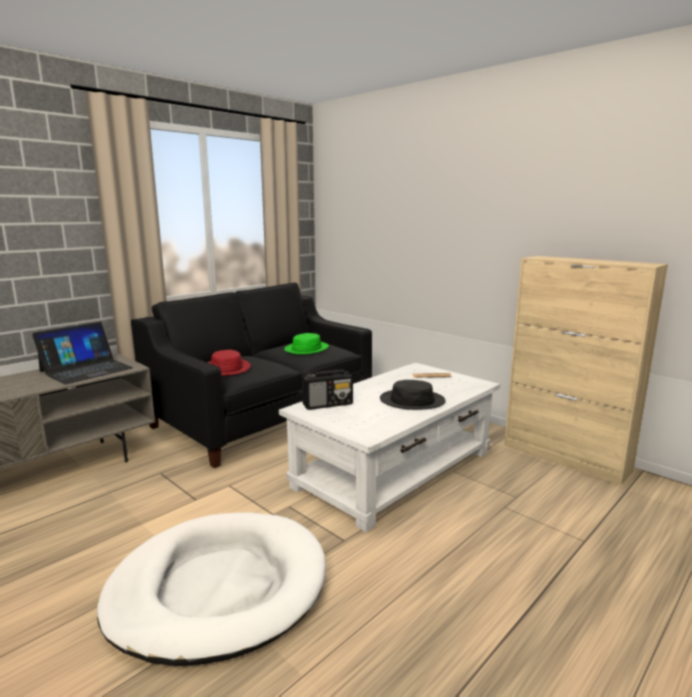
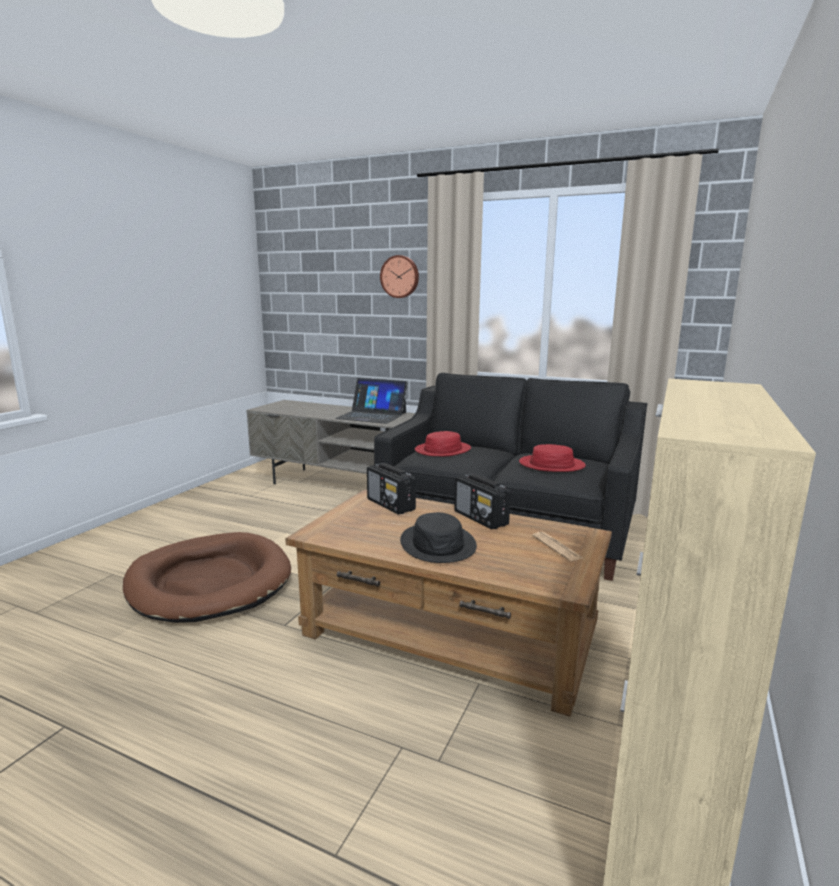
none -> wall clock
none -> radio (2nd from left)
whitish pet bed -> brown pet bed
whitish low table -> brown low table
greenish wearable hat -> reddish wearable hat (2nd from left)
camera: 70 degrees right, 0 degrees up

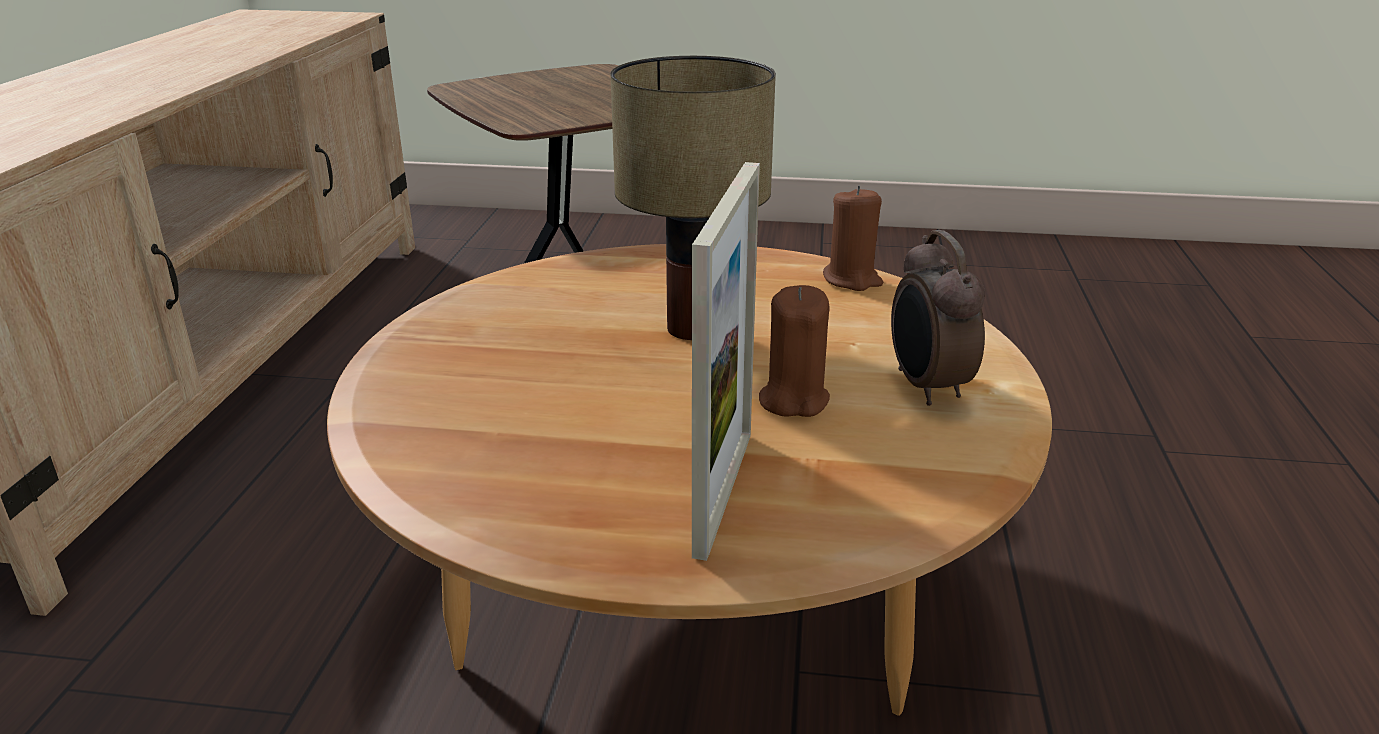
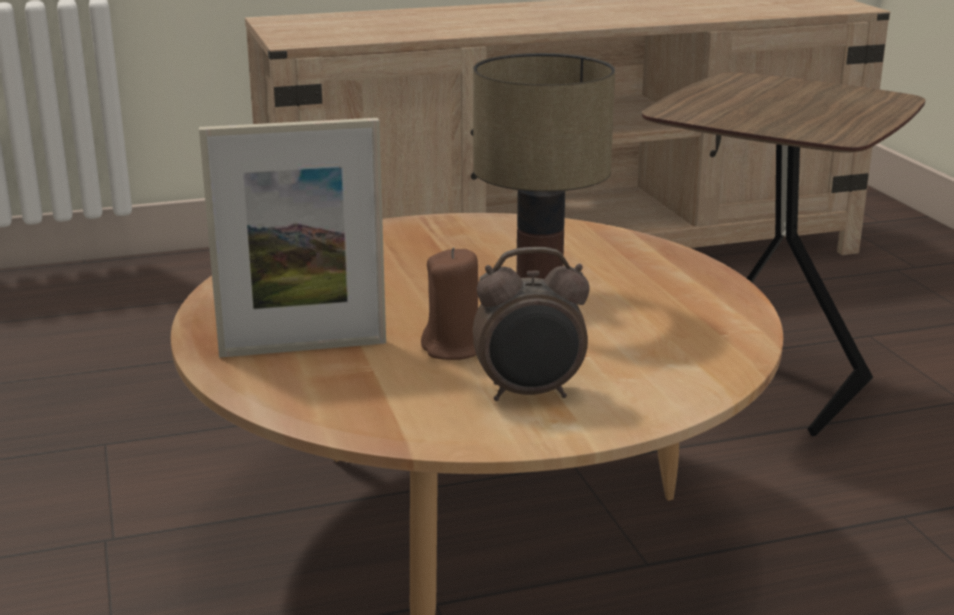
brown wax light (2nd from left) -> none
table clock, 150 degrees counterclockwise
camera: 65 degrees right, 5 degrees down

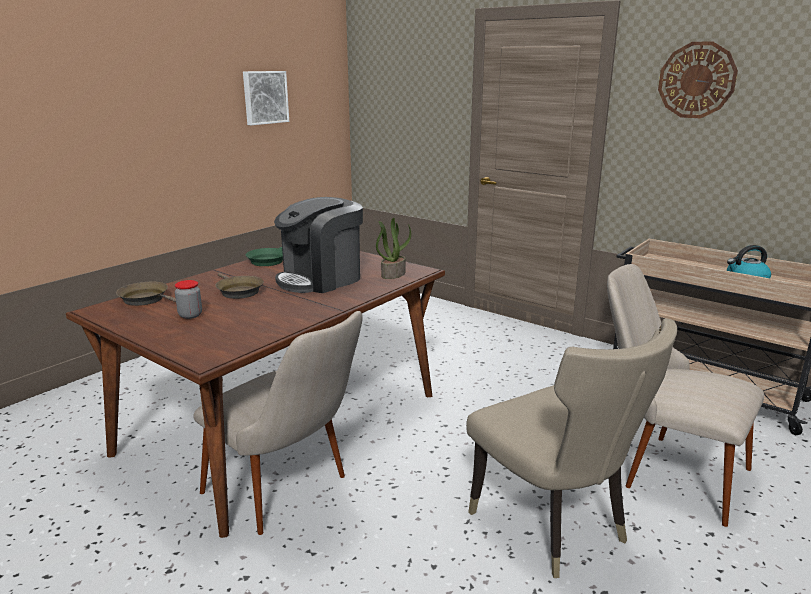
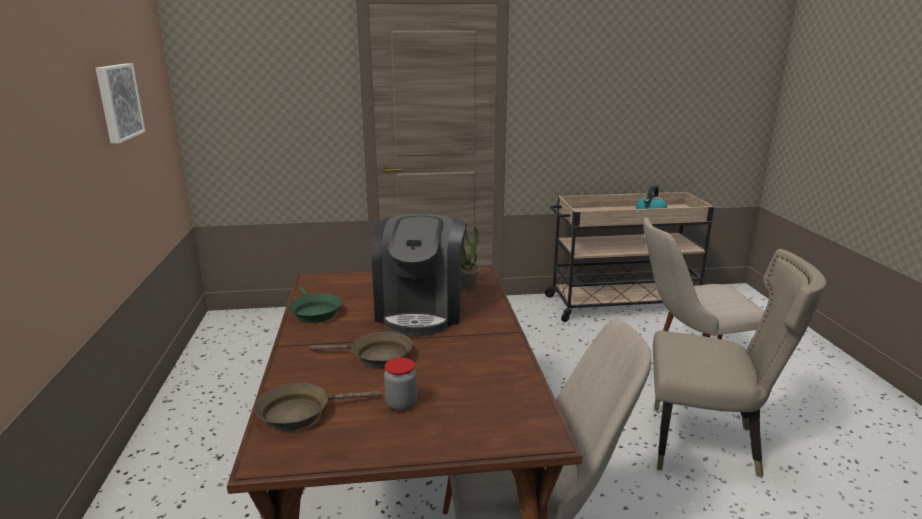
wall clock -> none
camera: 45 degrees left, 0 degrees up

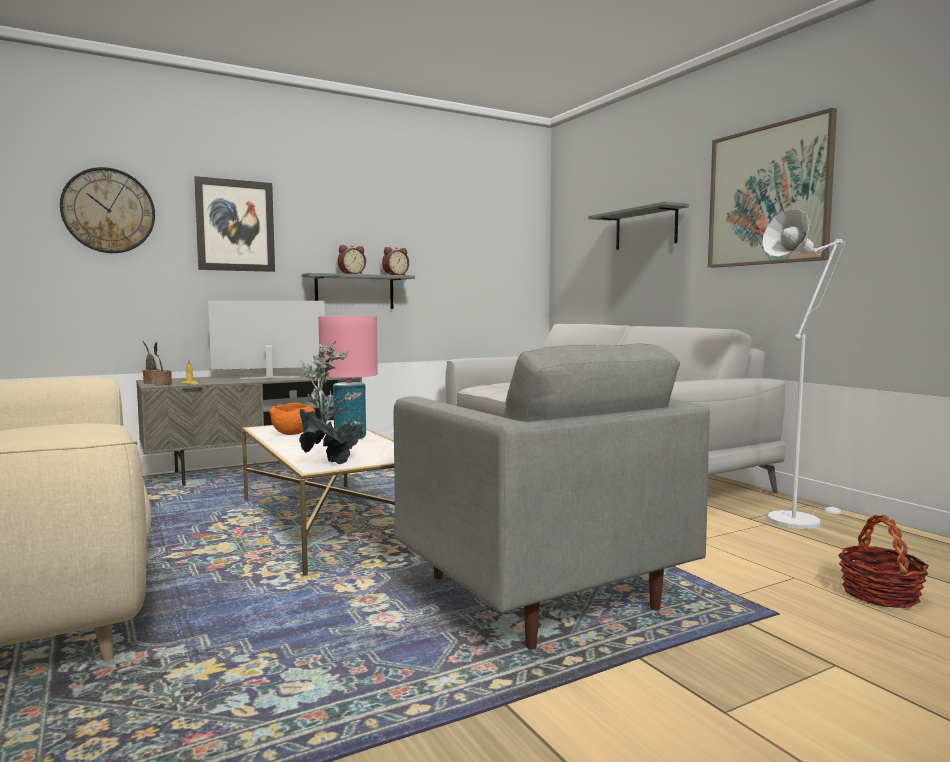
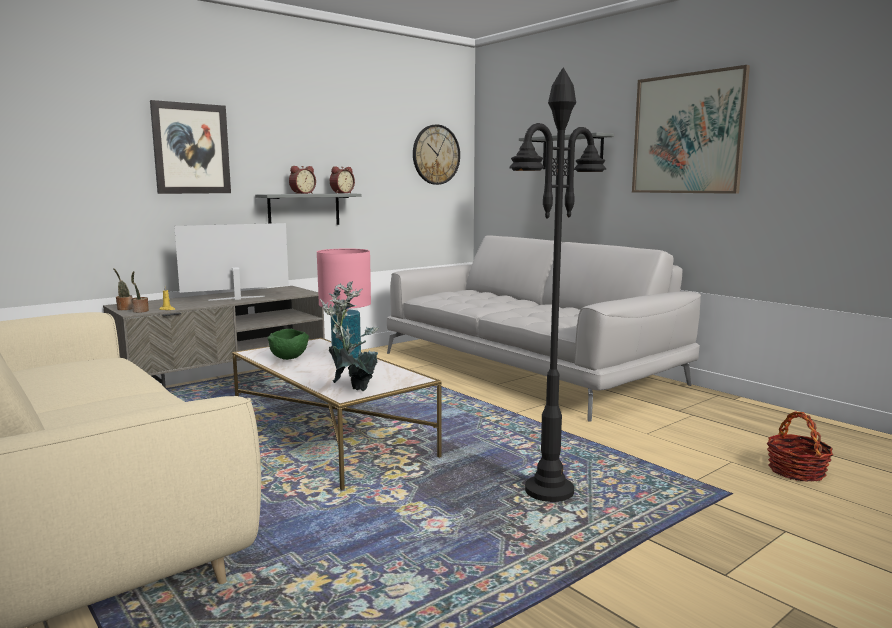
whitish floor lamp -> none
wall clock, moved
greyish lounge chair -> black-coloured floor lamp
orange-coloured bowl -> greenish bowl
camera: 10 degrees left, 5 degrees up

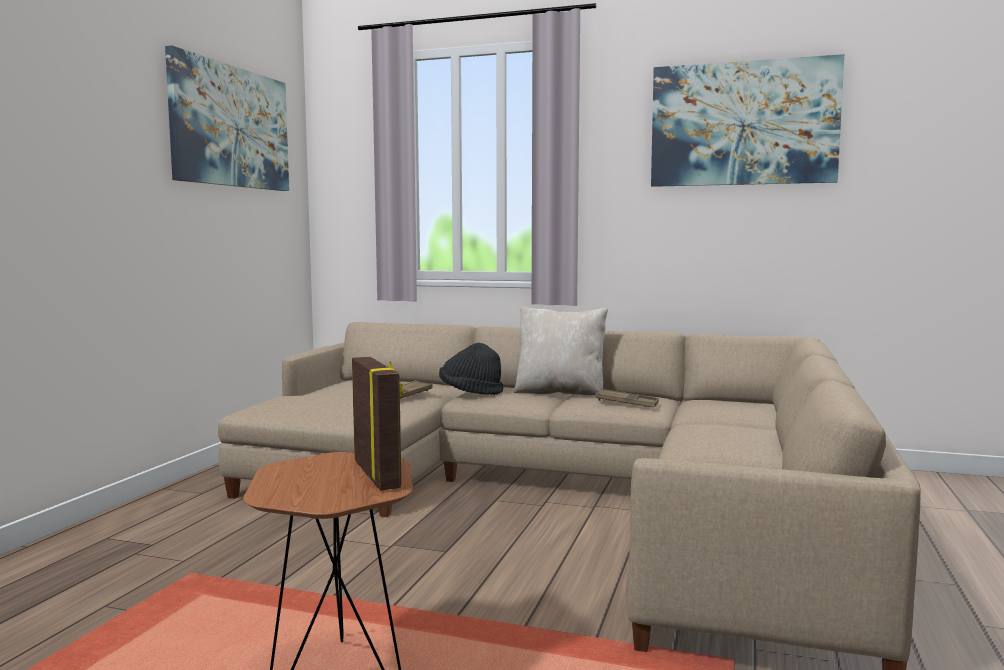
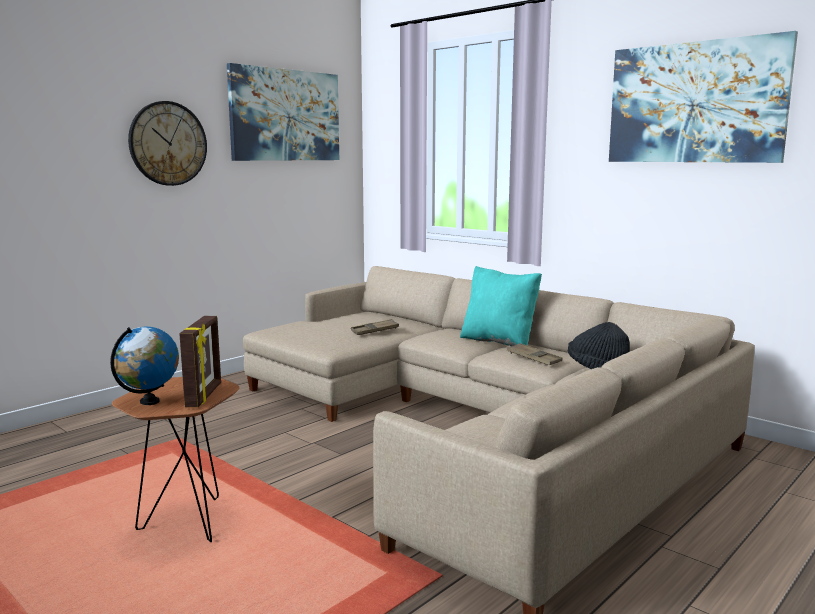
none -> world globe
none -> wall clock
black-coloured wearable hat, moved
sand-coloured throw pillow -> turquoise throw pillow
camera: 25 degrees right, 5 degrees up

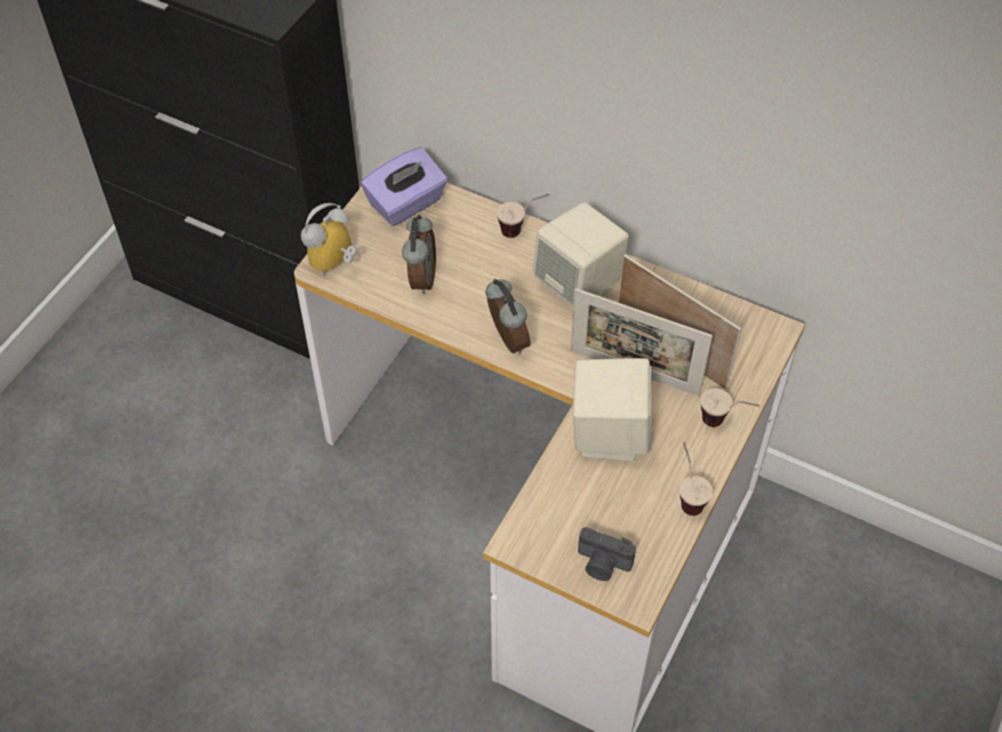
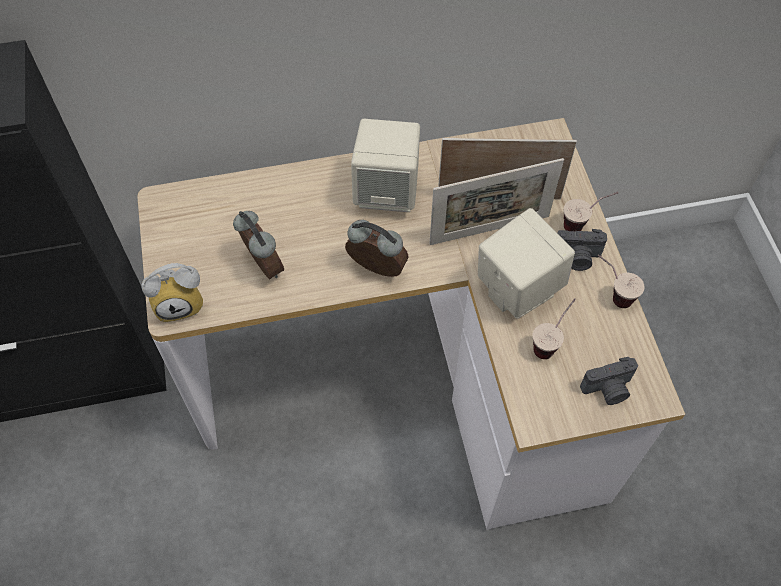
purplish box of tissues -> none
none -> photo camera (1st from left)
drinking cup (1st from left), moved
table clock (1st from left), 105 degrees counterclockwise
camera: 40 degrees left, 5 degrees up

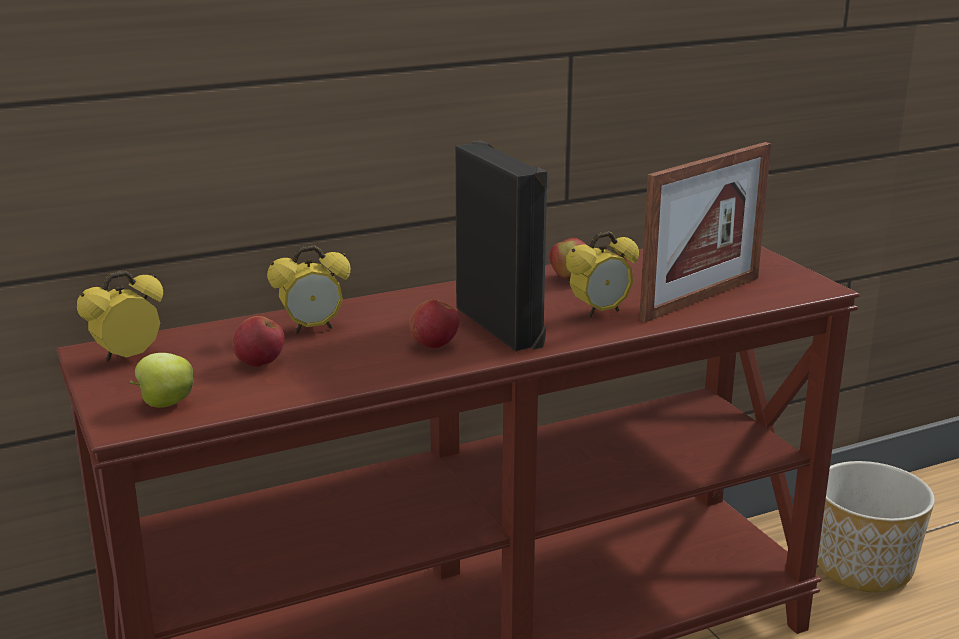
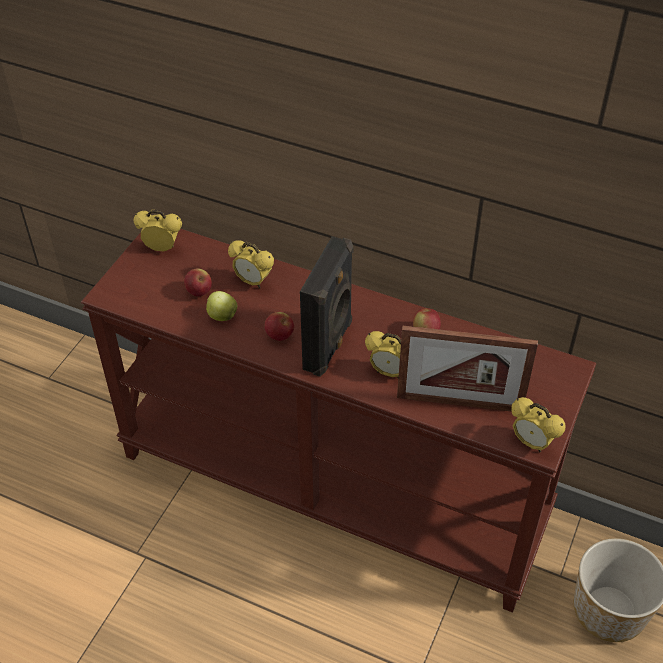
none -> table clock (4th from left)
apple fruit (1st from left in the first image) -> apple fruit (2nd from left), moved
camera: 50 degrees right, 25 degrees up

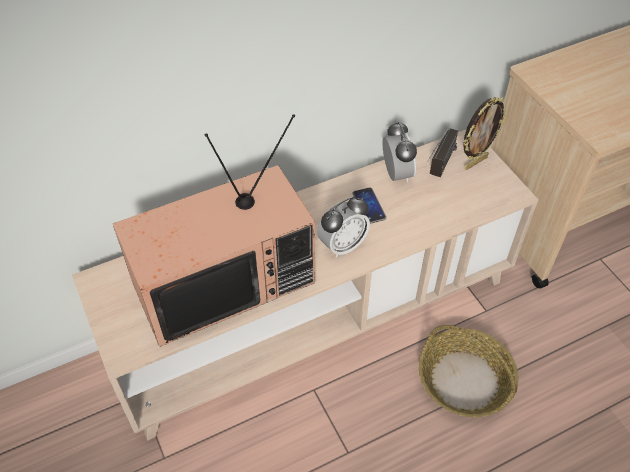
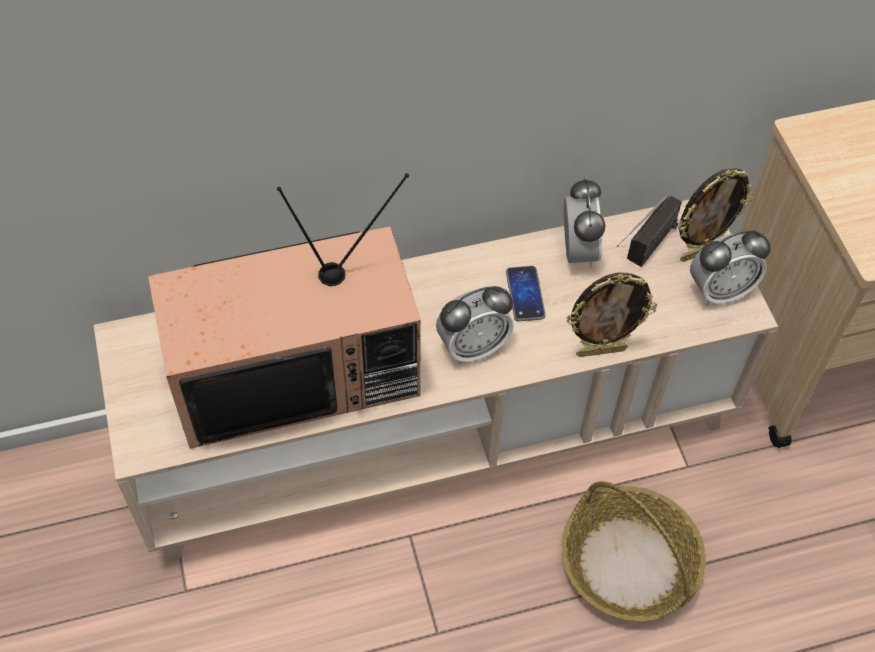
none -> standing frame (1st from left)
none -> table clock (3rd from left)
camera: 10 degrees right, 5 degrees up

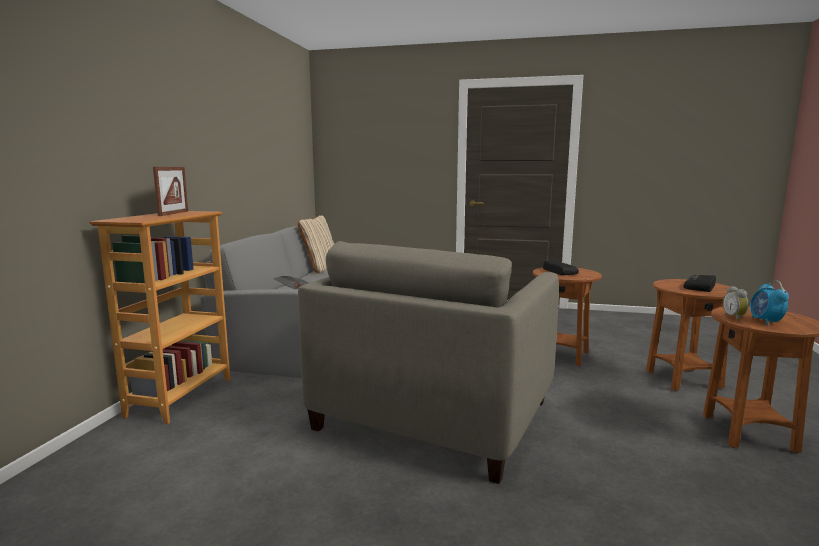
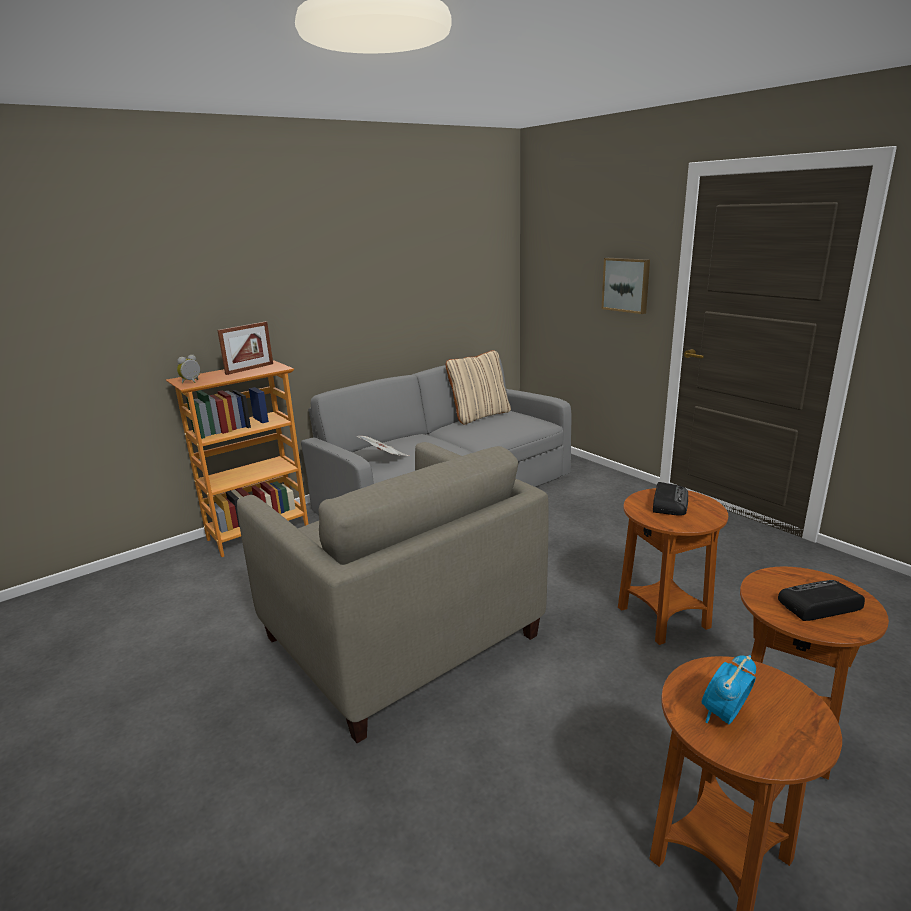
none -> picture
table clock (1st from left), moved
sand-coloured lounge chair, 105 degrees counterclockwise
camera: 40 degrees right, 10 degrees up

